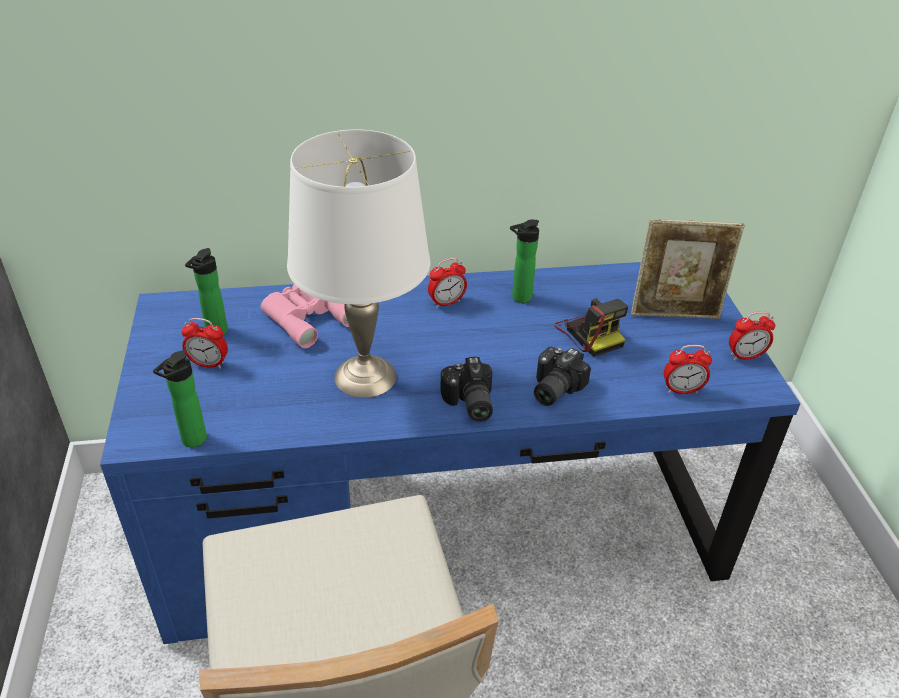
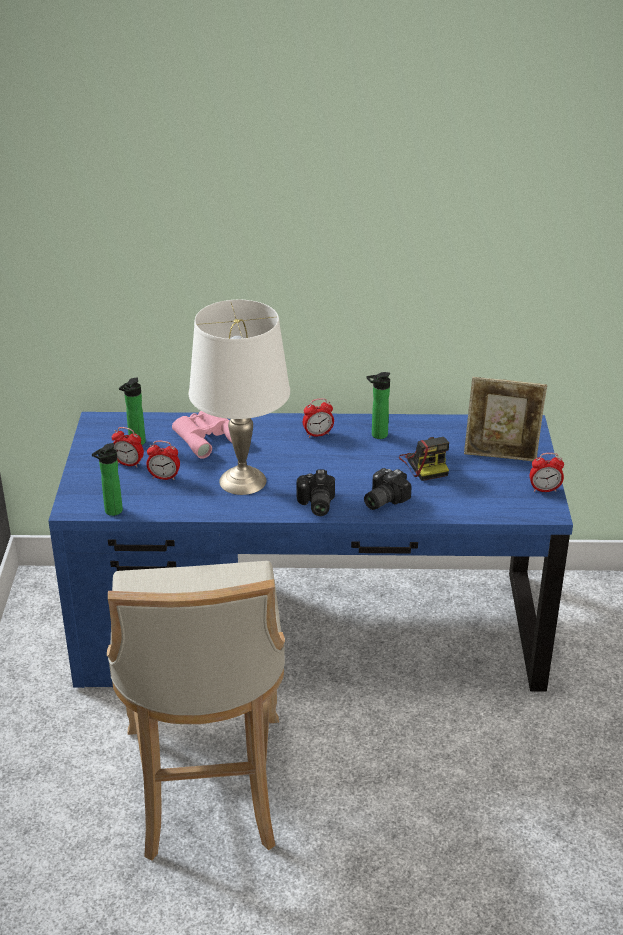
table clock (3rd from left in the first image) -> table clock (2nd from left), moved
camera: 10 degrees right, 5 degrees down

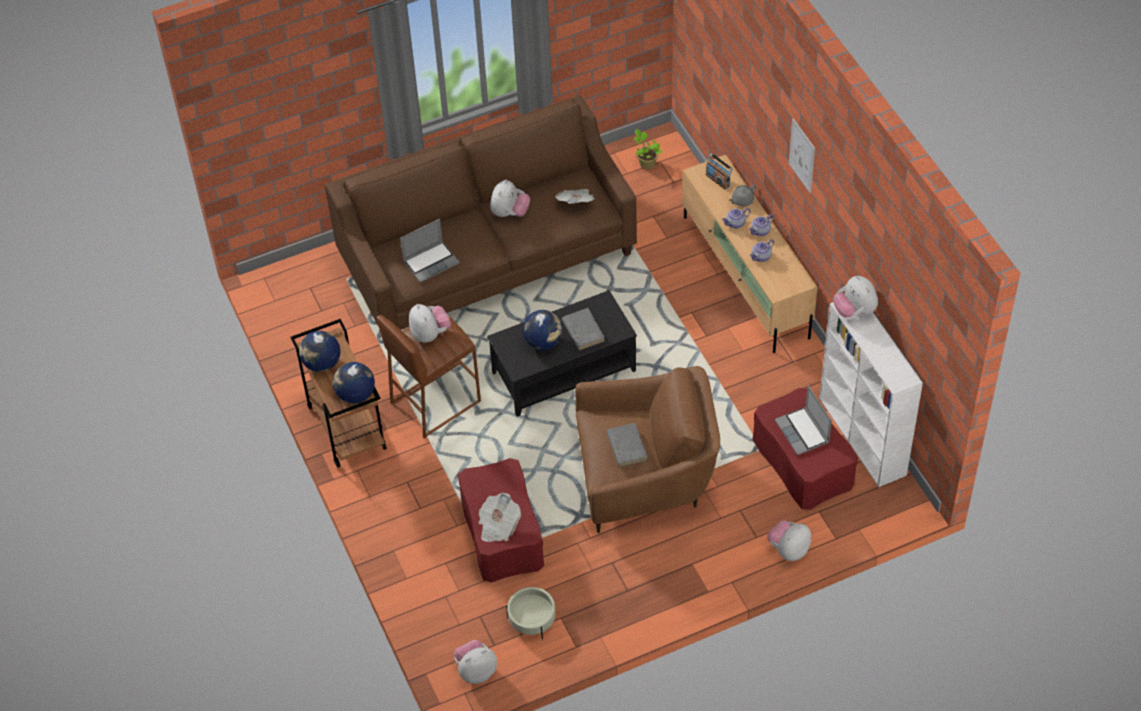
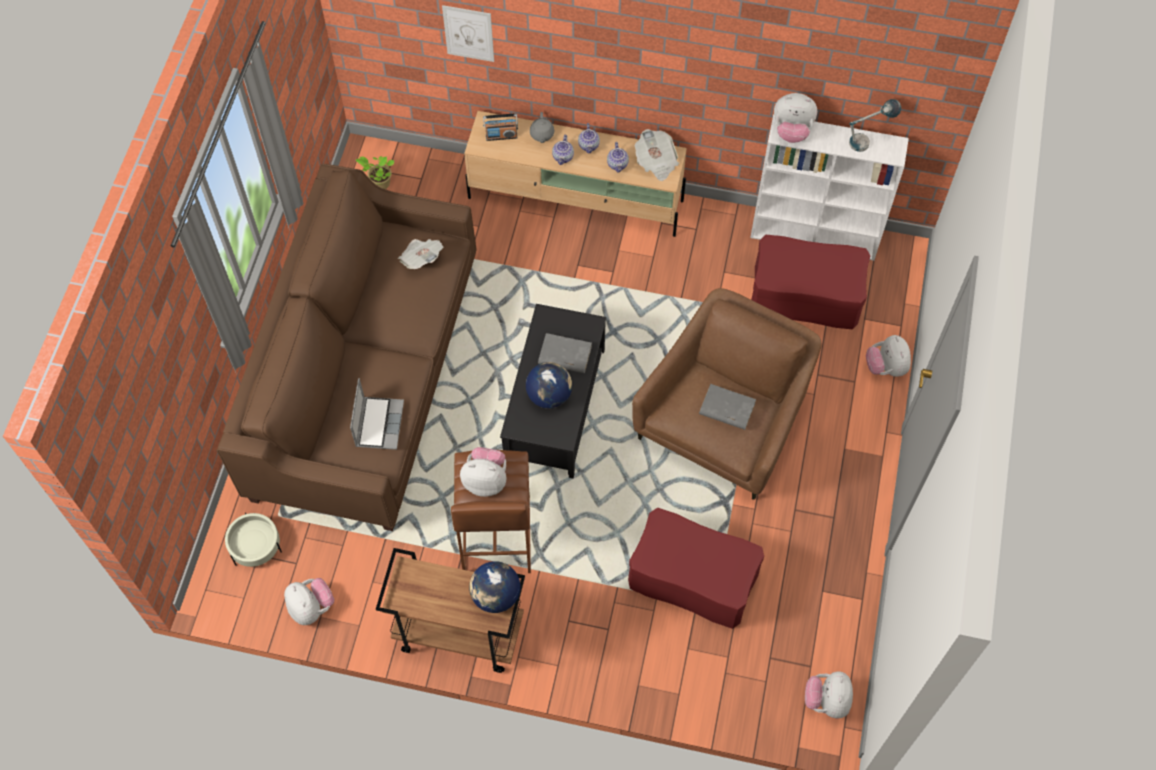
world globe (1st from left) -> none
laptop (2nd from left) -> none
none -> tabletop lamp
newspaper (1st from left in the first image) -> newspaper (2nd from left), moved
cuddly toy (3rd from left in the first image) -> cuddly toy (1st from left), moved
sand-coloured plant pot, moved
picture, moved
camera: 55 degrees left, 10 degrees up

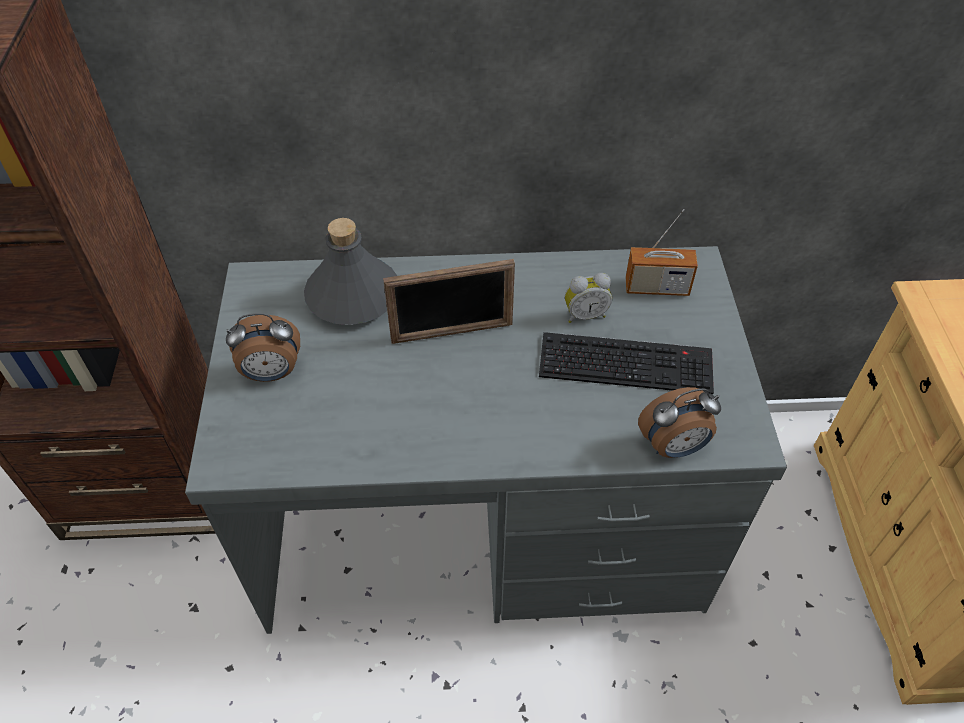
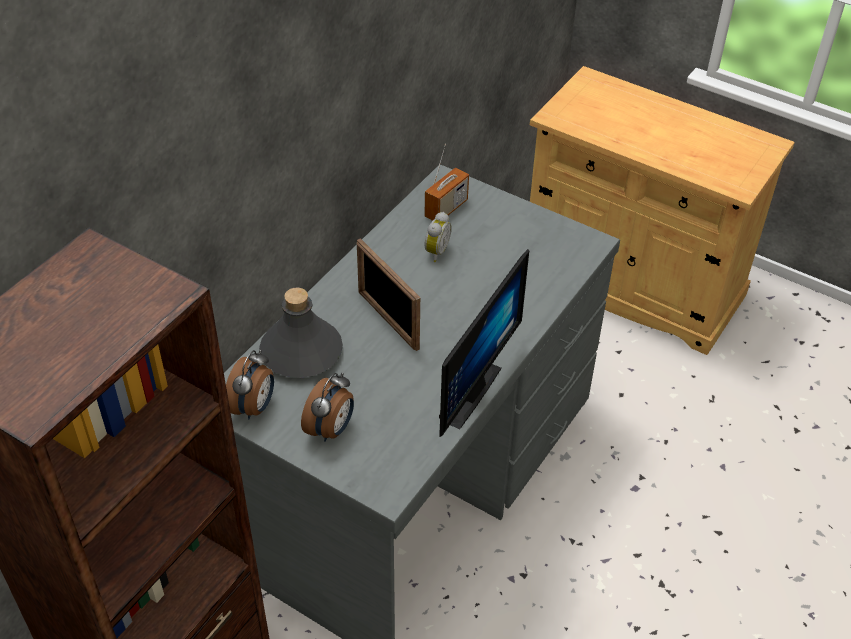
computer keyboard -> none
none -> monitor
table clock (3rd from left in the first image) -> table clock (1st from left), moved
standing frame, 120 degrees clockwise
camera: 55 degrees left, 5 degrees down

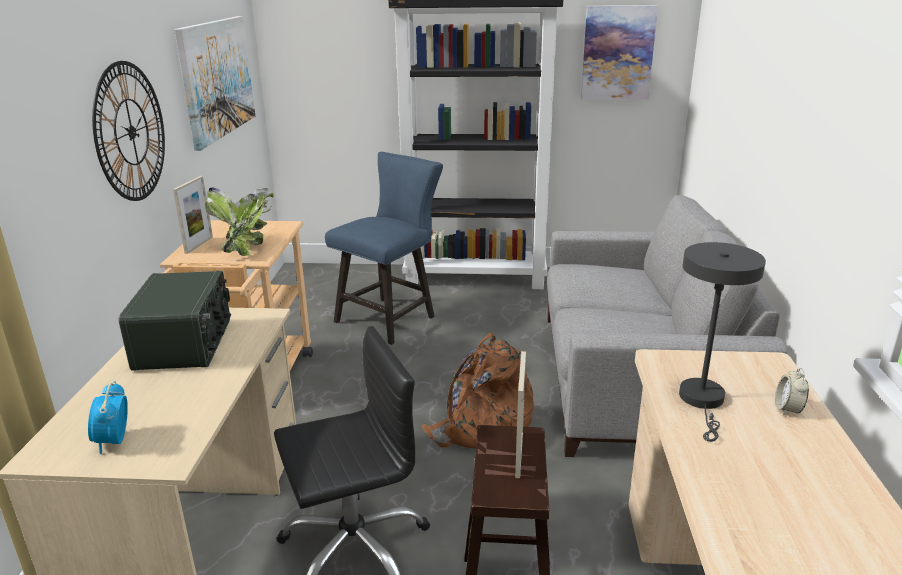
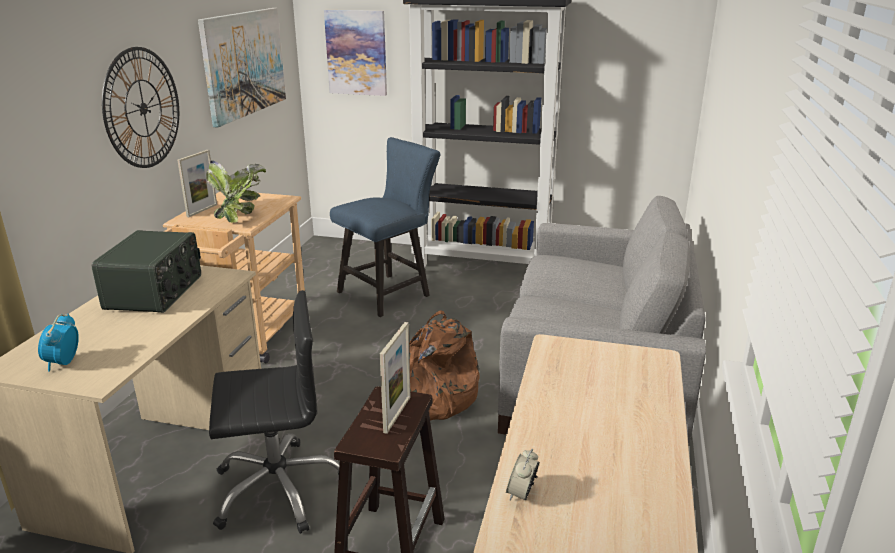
greyish tabletop lamp -> none
picture (2nd from left), moved
table clock (2nd from left), moved
camera: 10 degrees right, 0 degrees up

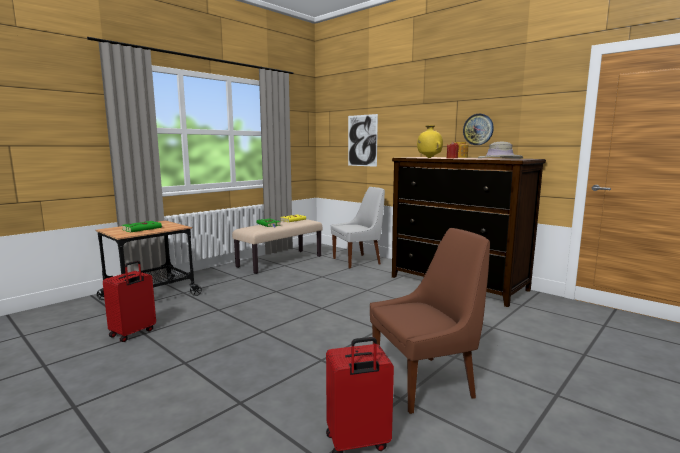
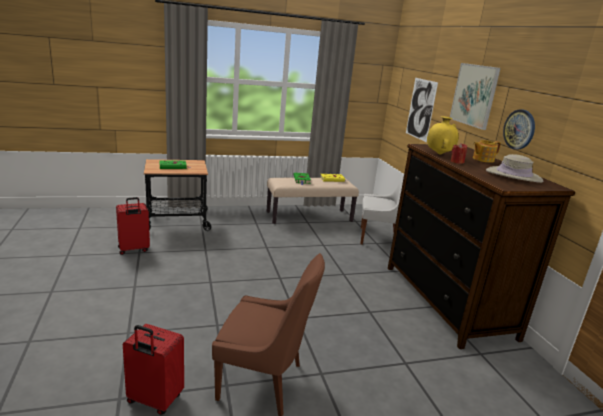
none -> picture (2nd from left)
camera: 30 degrees right, 10 degrees up

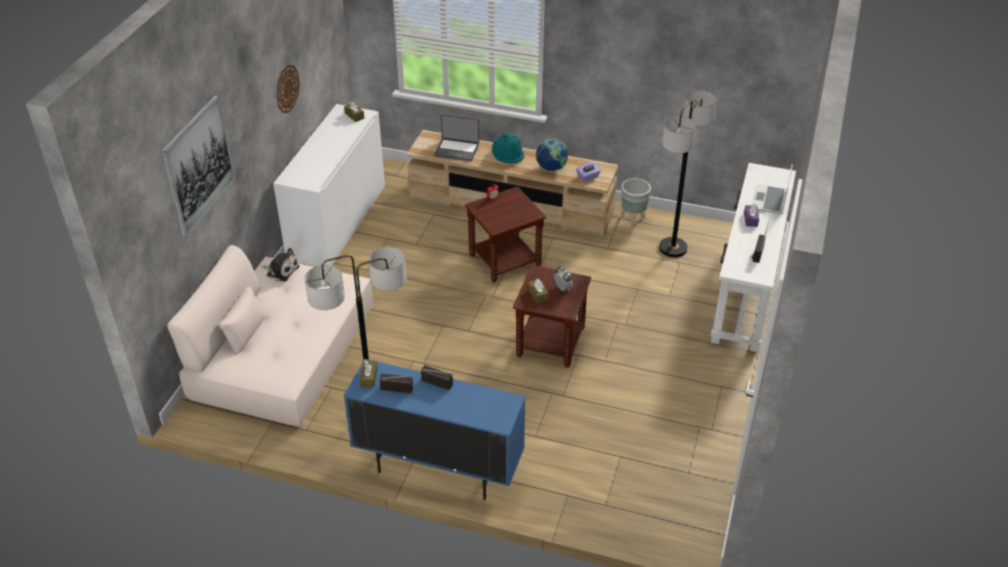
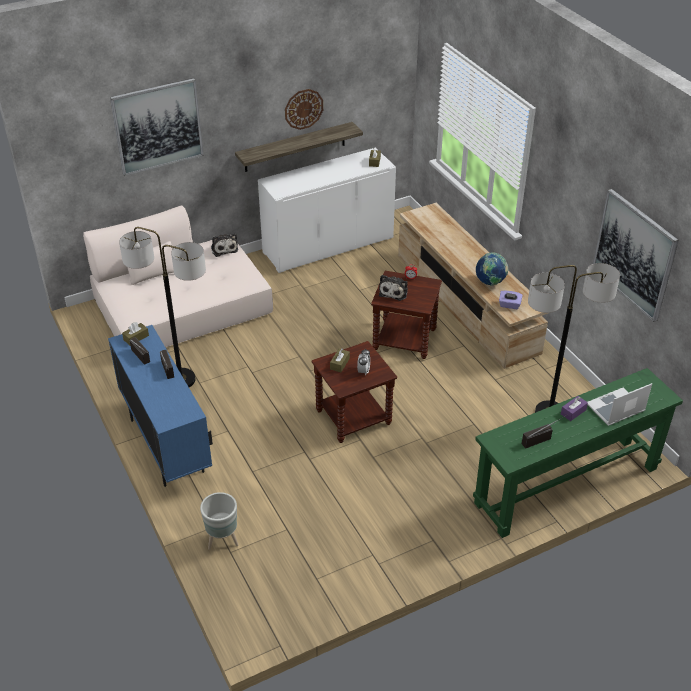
laptop (1st from left) -> none
turquoise wearable hat -> none
none -> shelf
none -> cuddly toy (2nd from left)
none -> picture (2nd from left)
greyish plant pot, moved
whitish hall table -> greenish hall table
camera: 45 degrees right, 0 degrees up

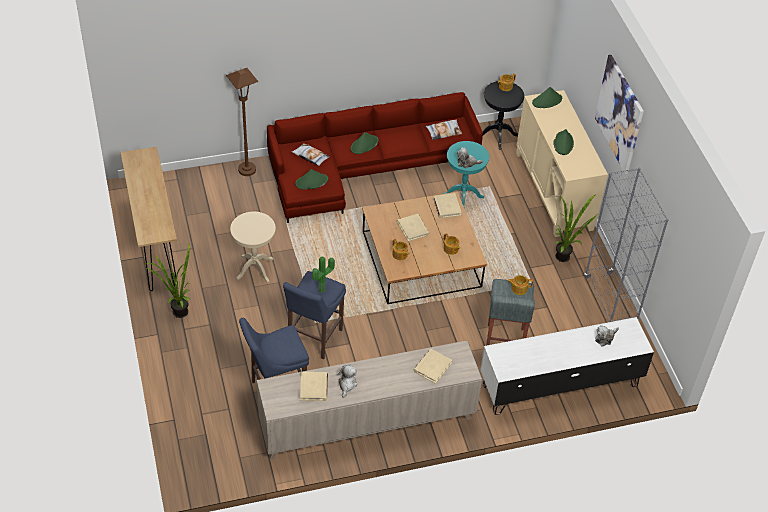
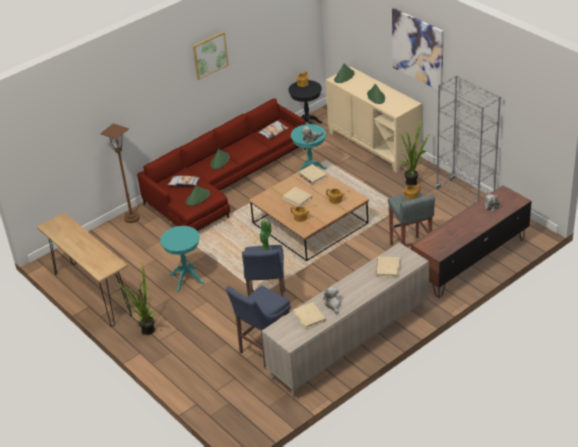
none -> picture (1st from left)
sand-coloured accent table -> turquoise accent table (1st from left)
whitish tv unit -> brown tv unit
camera: 20 degrees left, 10 degrees down

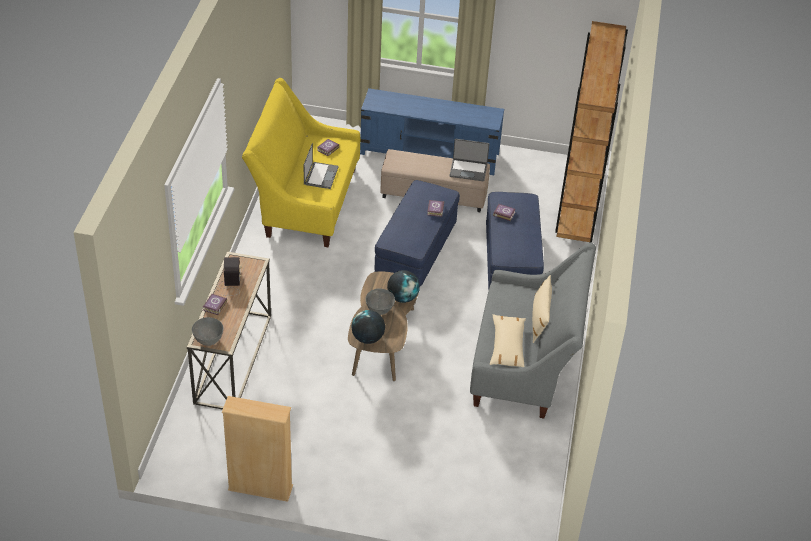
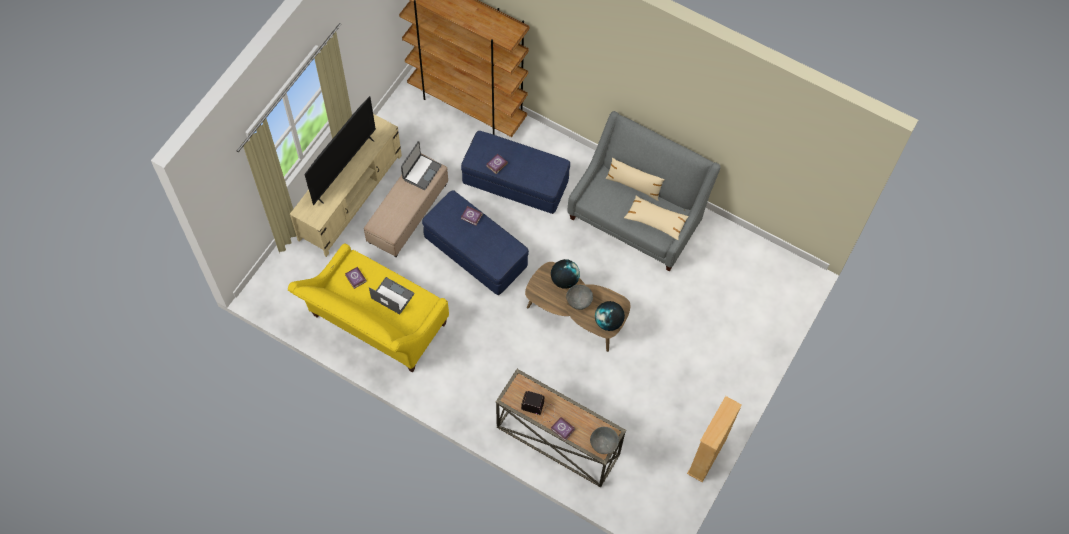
none -> TV set
bluish tv unit -> sand-coloured tv unit
camera: 70 degrees left, 20 degrees up

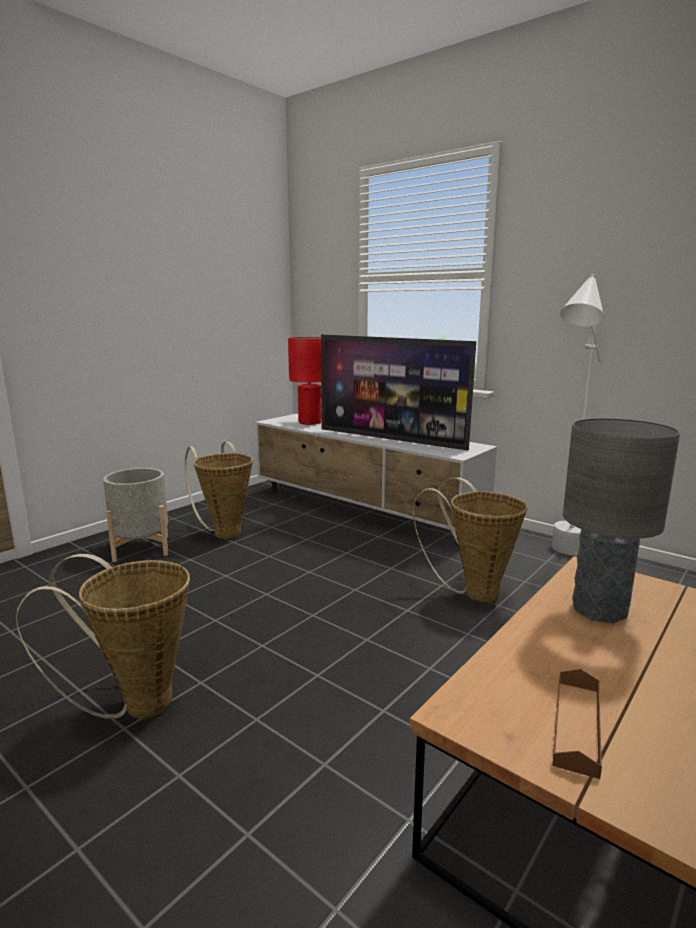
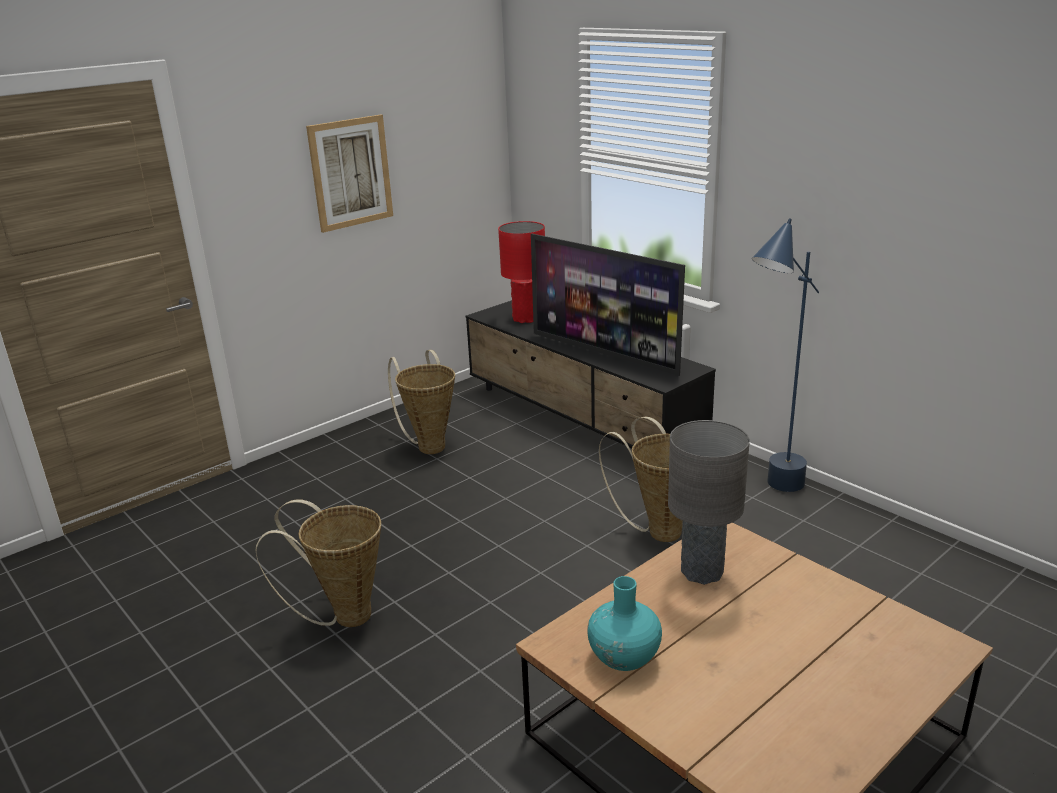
greyish plant pot -> none
none -> picture
brown serving tray -> turquoise vase
whitish tv unit -> black-coloured tv unit
whitish floor lamp -> bluish floor lamp
camera: 10 degrees right, 10 degrees up

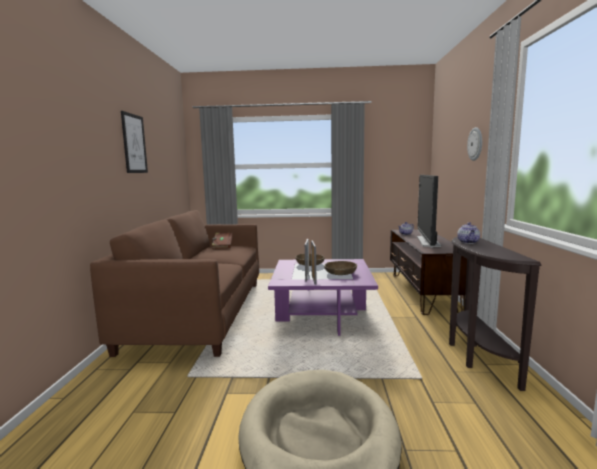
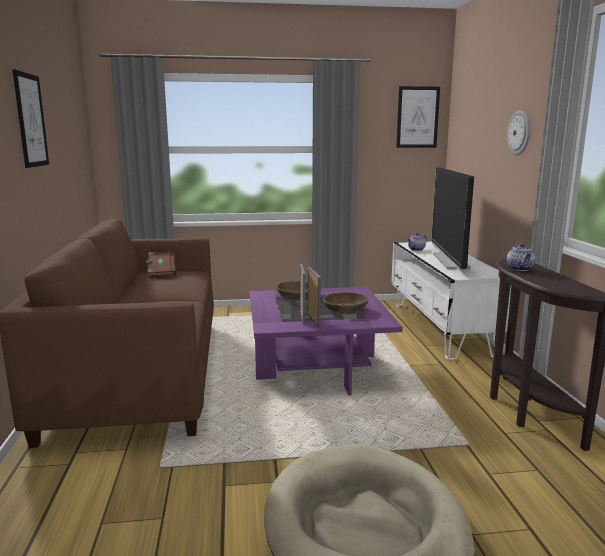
none -> picture (2nd from left)
brown tv unit -> whitish tv unit
camera: 10 degrees left, 5 degrees up

